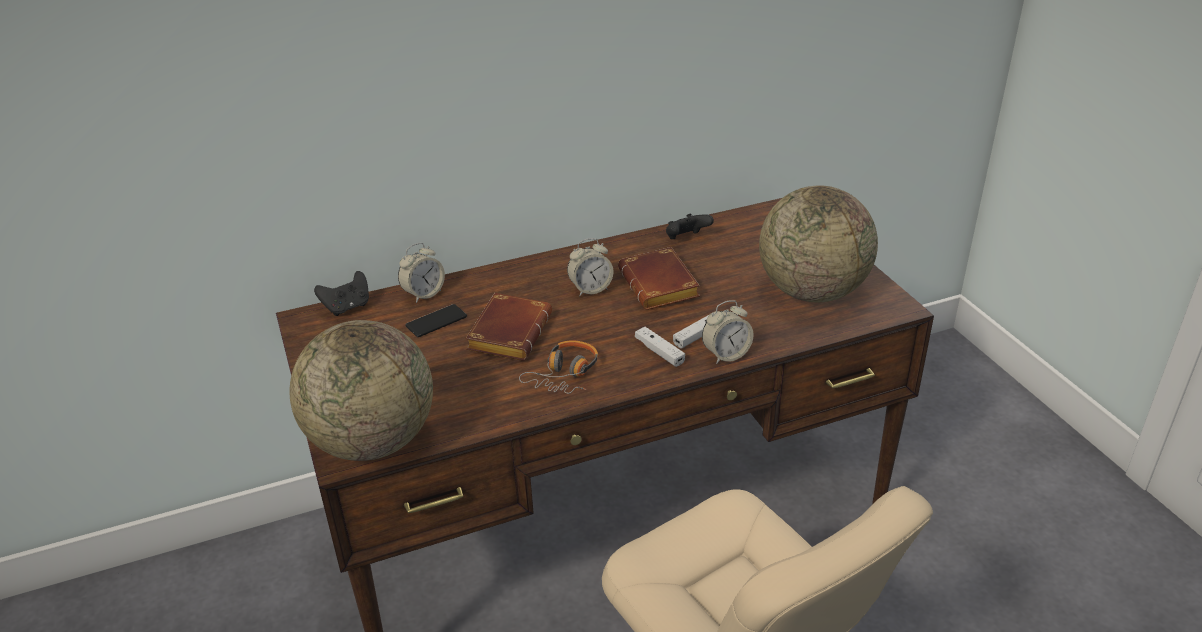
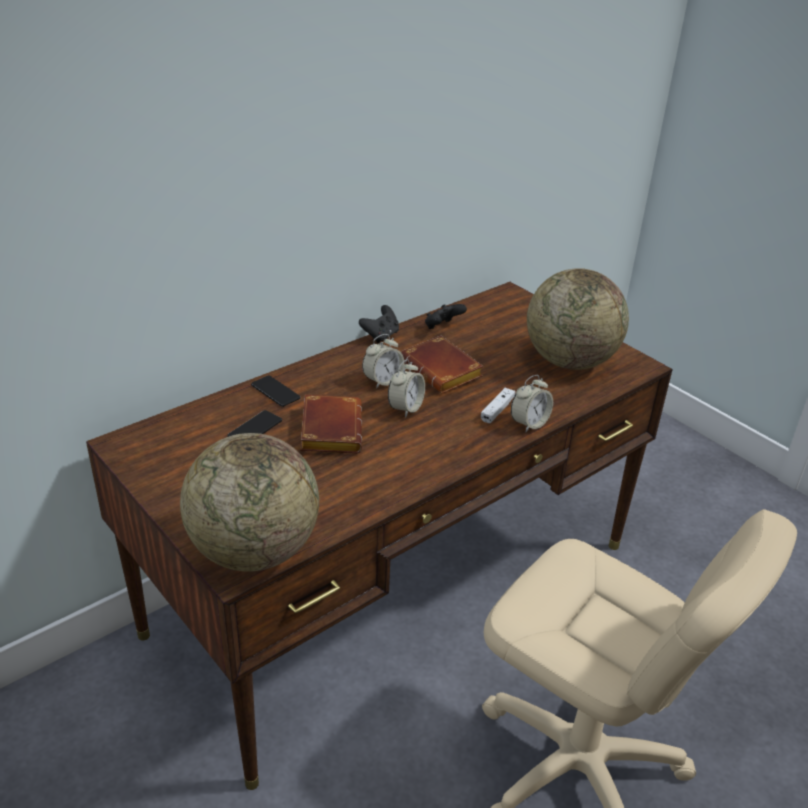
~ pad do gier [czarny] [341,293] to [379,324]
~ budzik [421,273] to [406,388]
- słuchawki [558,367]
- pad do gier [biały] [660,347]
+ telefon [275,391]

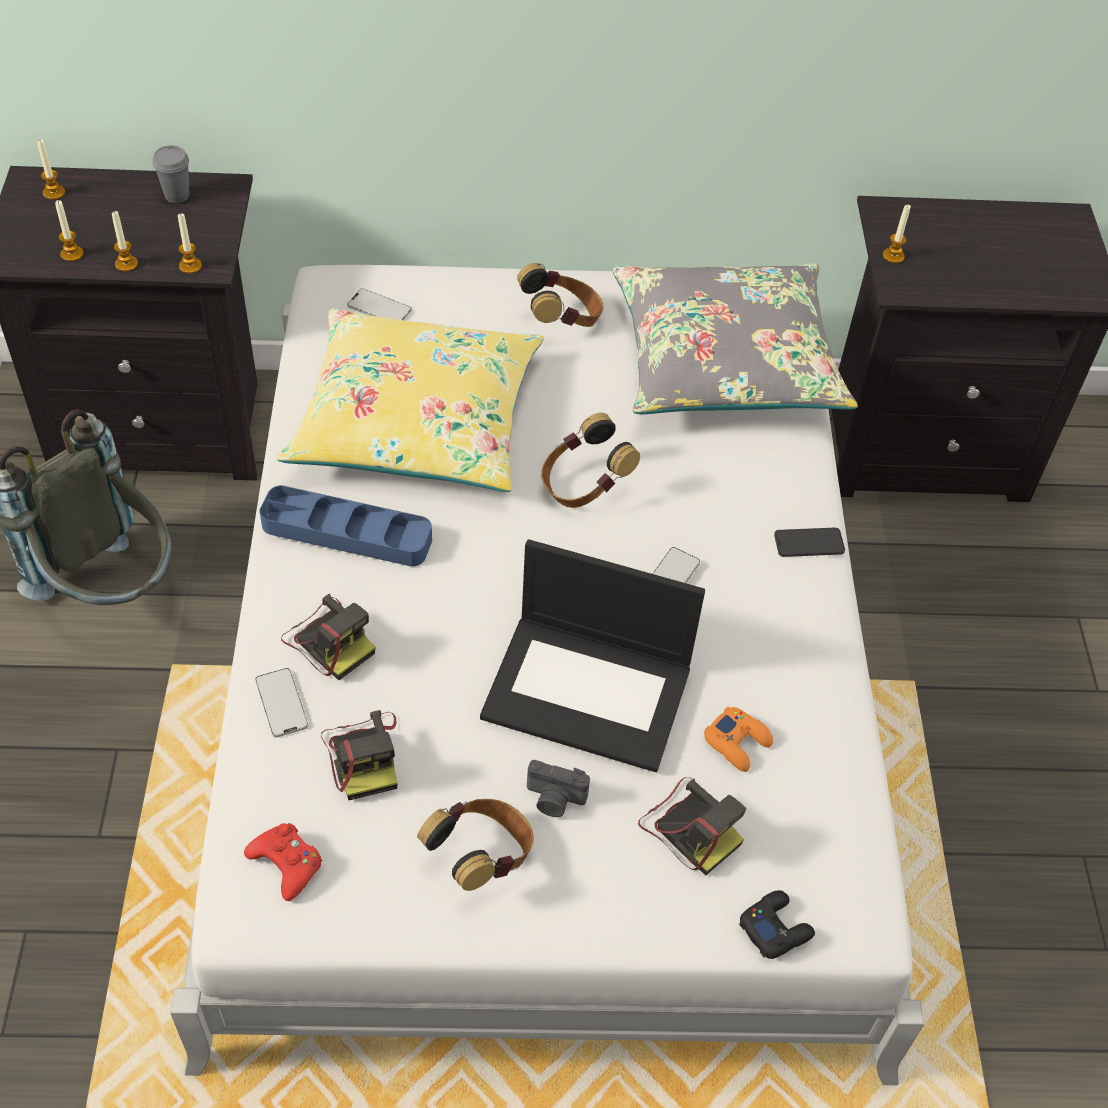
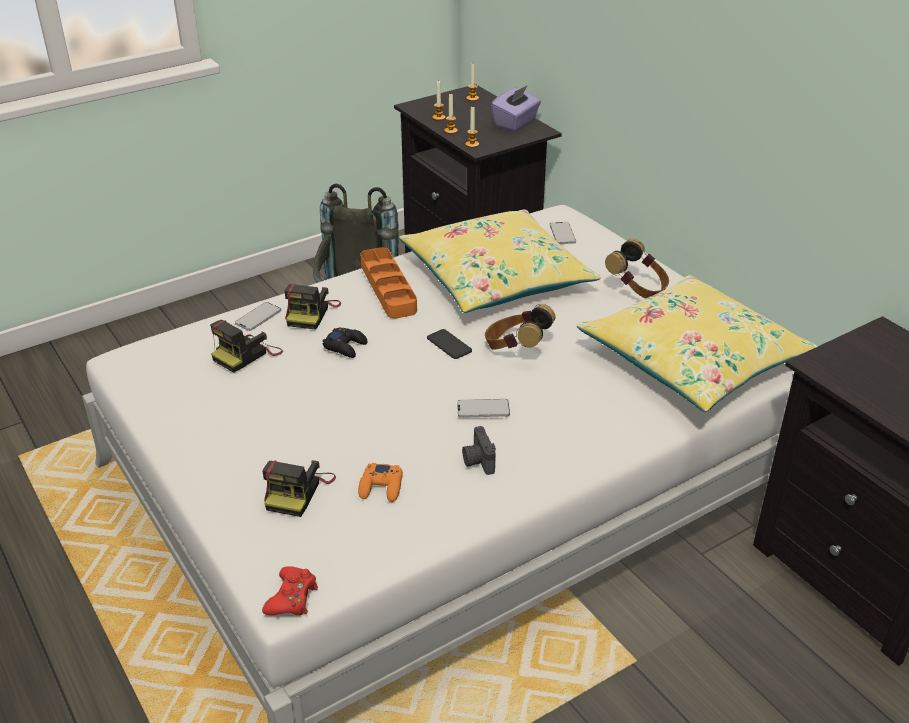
~ filiżanka [szary] [170,174] to pudełko chusteczek [fioletowy] [516,108]
~ pad do gier [czerwony] [283,862] to [290,590]
~ taca [niebieski] [345,526] to taca [pomarańczowy] [389,283]
- słuchawki [475,845]
- laptop [592,655]
~ aparat fotograficzny [558,788] to [479,450]
~ poduszka [szary] [735,338] to poduszka [żółty] [697,343]
~ pad do gier [czarny] [777,924] to [345,343]
~ telefon [809,542] to [449,344]
- świeca [897,234]

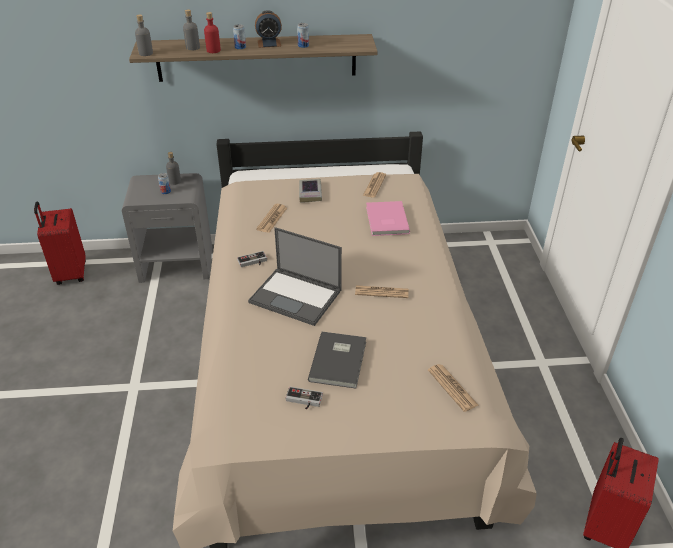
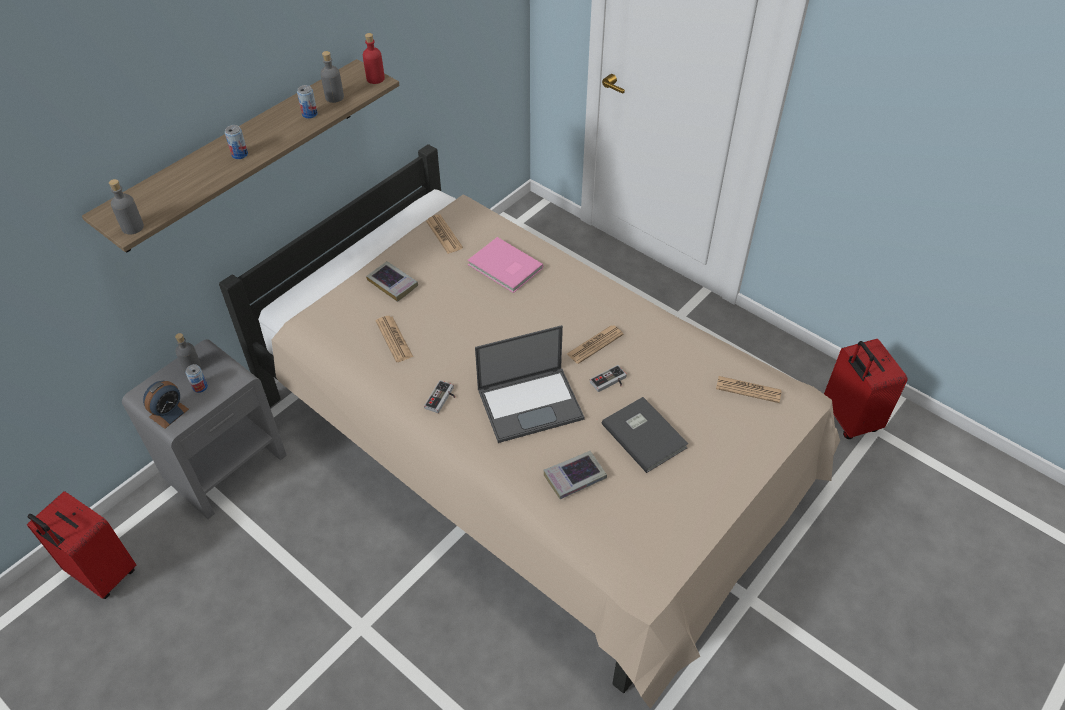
~ butelka [szary] [191,30] to [332,77]
~ butelka [czerwony] [212,32] to [374,58]
~ budzik [268,29] to [166,405]
~ pad do gier [304,398] to [608,378]
+ książka [575,475]

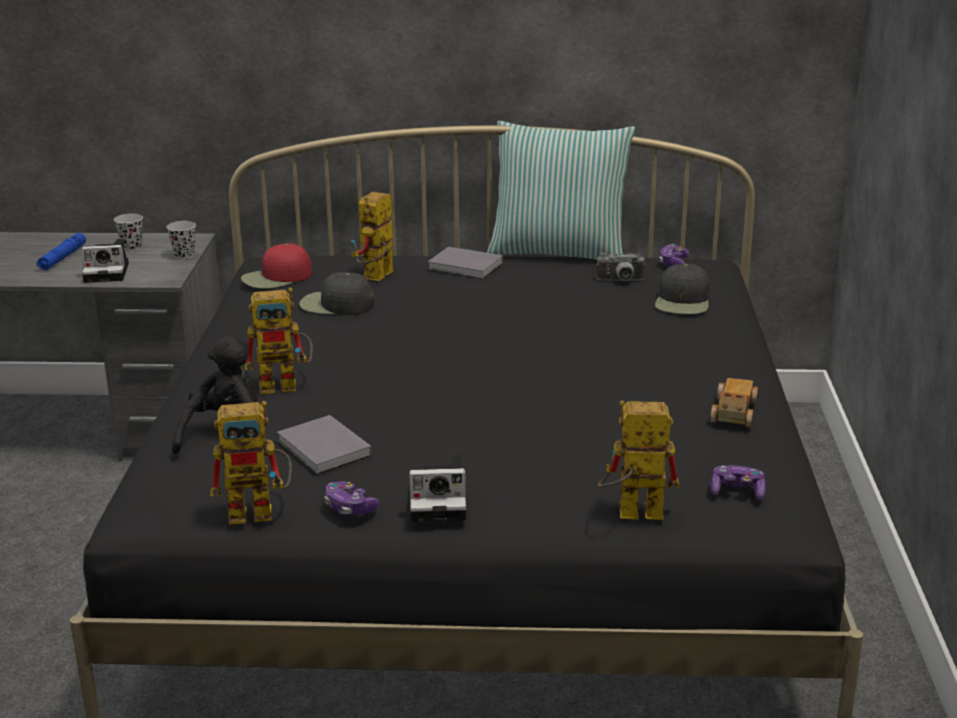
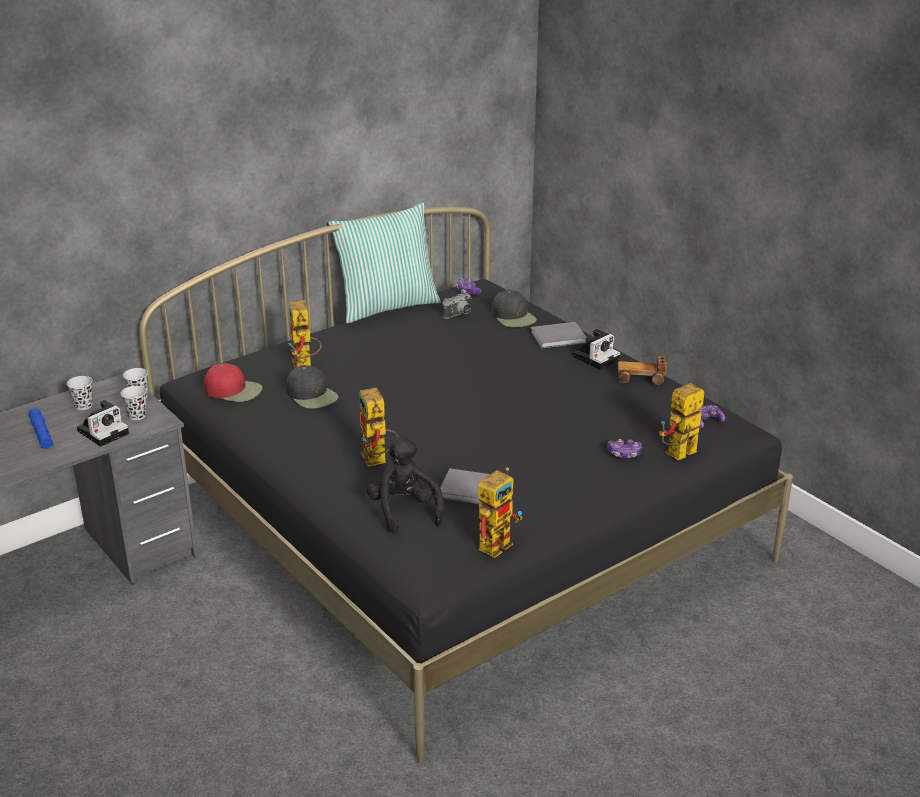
~ czapka z daszkiem [czerwony] [276,266] = [233,382] 90 degrees counterclockwise
~ robot zabawkowy [279,341] = [379,427] 120 degrees clockwise
~ czapka z daszkiem [czarny] [336,293] = [312,387] 105 degrees counterclockwise
~ pad do gier [351,498] to [624,448]
~ aparat fotograficzny [437,488] to [596,349]
~ książka [szary] [465,262] to [559,335]
~ samochodzik [734,403] = [642,370] 60 degrees counterclockwise
+ filiżanka [czarny] [134,403]

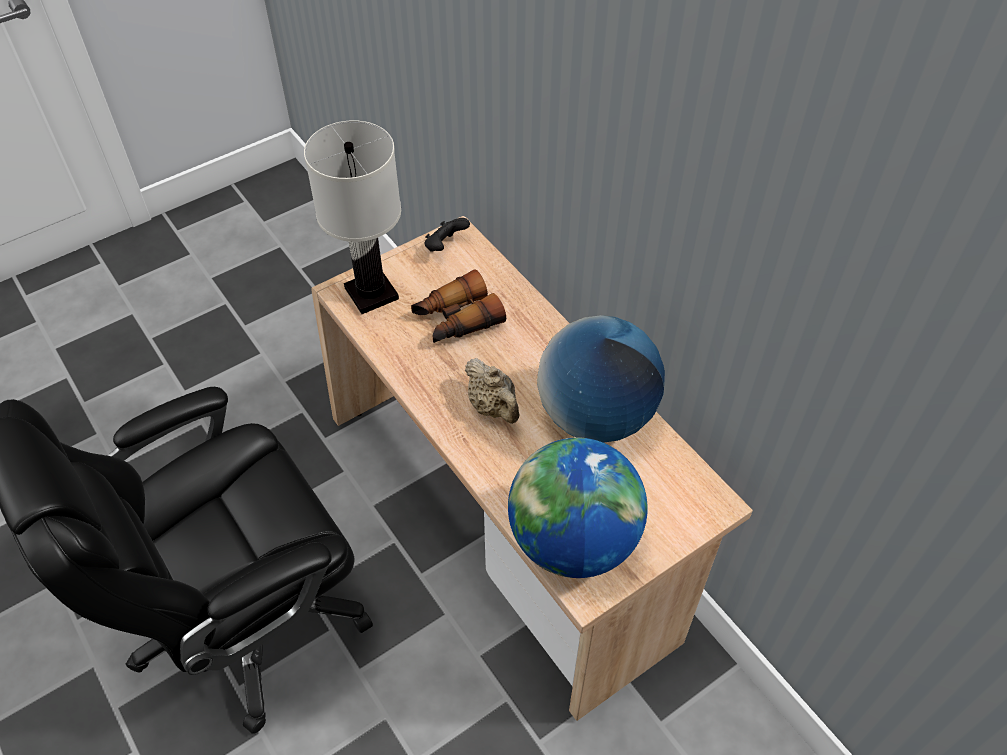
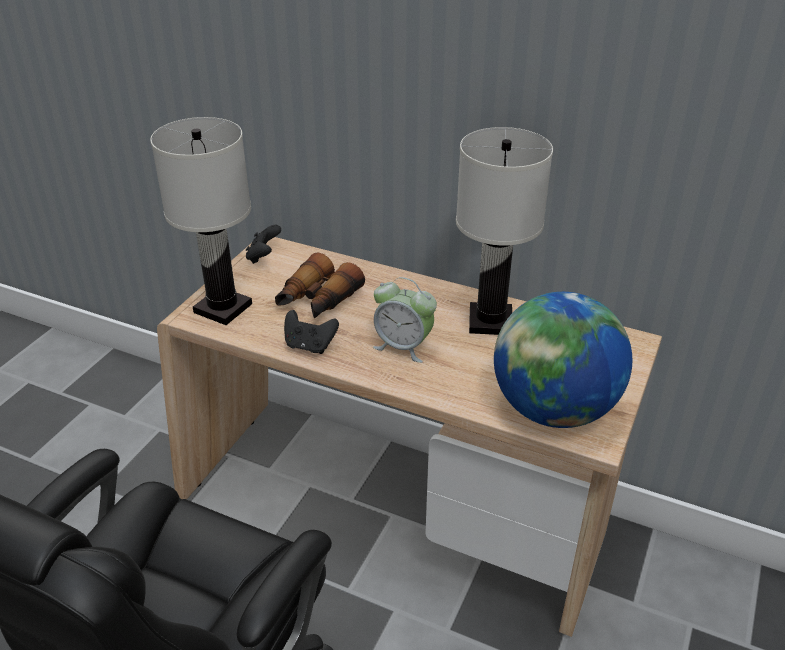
~ imbryk [beżowy] [492,391] to budzik [405,320]
~ globus [601,379] to lampa stołowa [biały] [504,231]
+ pad do gier [czarny] [311,332]

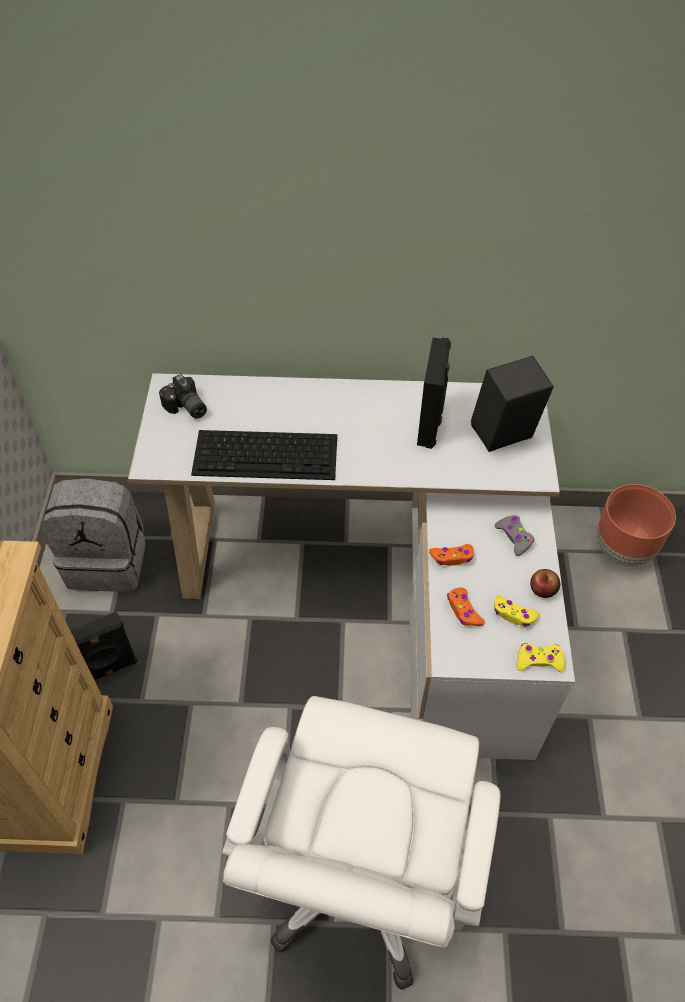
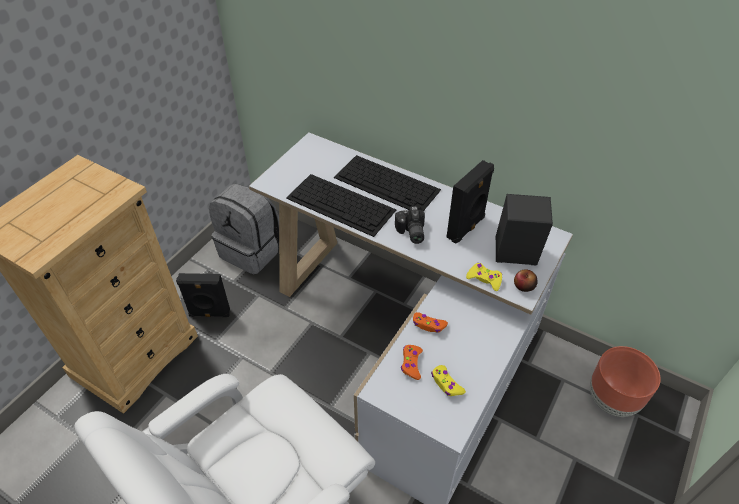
~ aparat fotograficzny [183,396] to [410,225]
- pad do gier [szary] [514,535]
~ pad do gier [żółty] [540,657] to [484,277]
~ jabłko [545,583] to [526,280]
+ klawiatura [387,183]

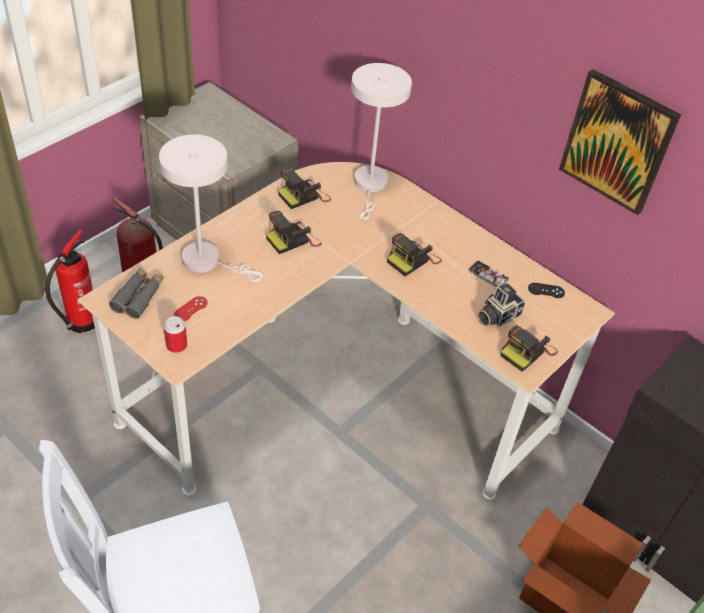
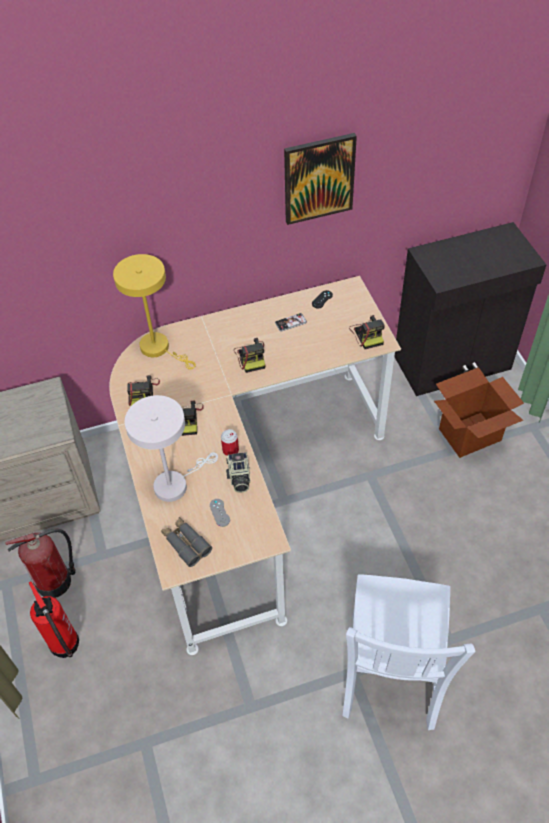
~ puszka [175,334] to [230,442]
~ pad do gier [czerwony] [191,308] to pad do gier [szary] [220,513]
~ lampa stołowa [biały] [381,141] to lampa stołowa [żółty] [154,312]
~ aparat fotograficzny [501,305] to [238,472]

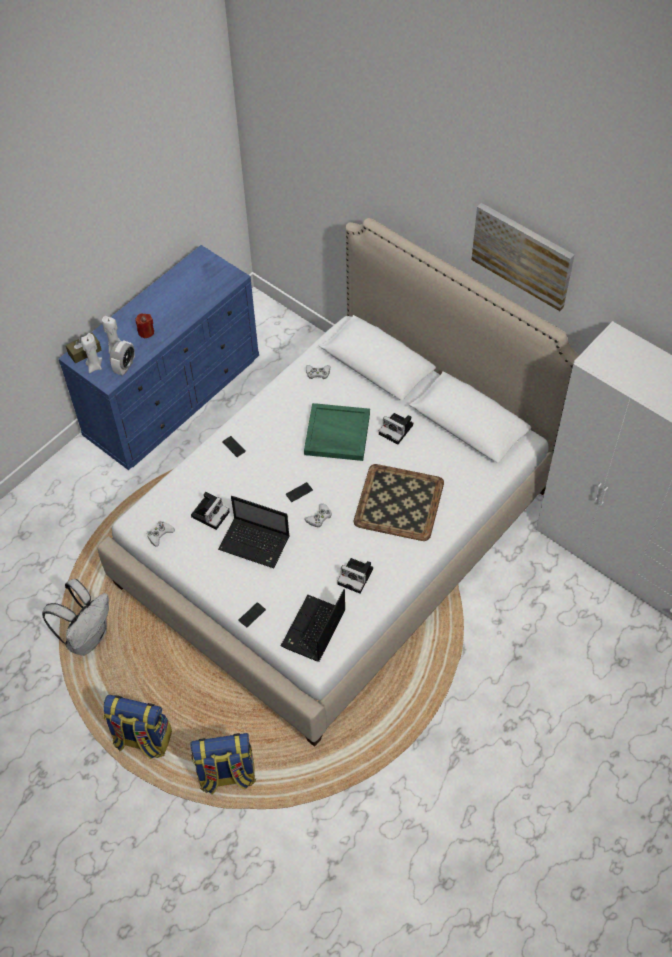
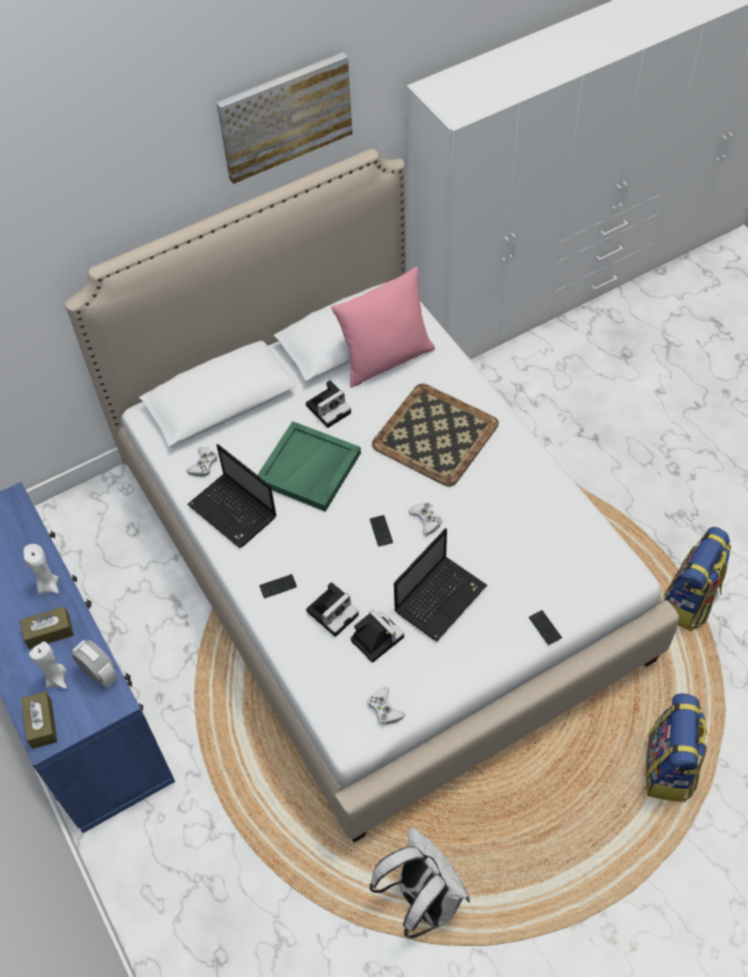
~ świeca [biały] [91,353] to [41,569]
~ plecak [138,727] to [697,579]
~ świeca [czerwony] [144,325] to pudełko chusteczek [brązowy] [47,628]
~ laptop [313,625] to [232,496]
~ aparat fotograficzny [355,576] to [332,609]
+ poduszka [różowy] [383,327]

